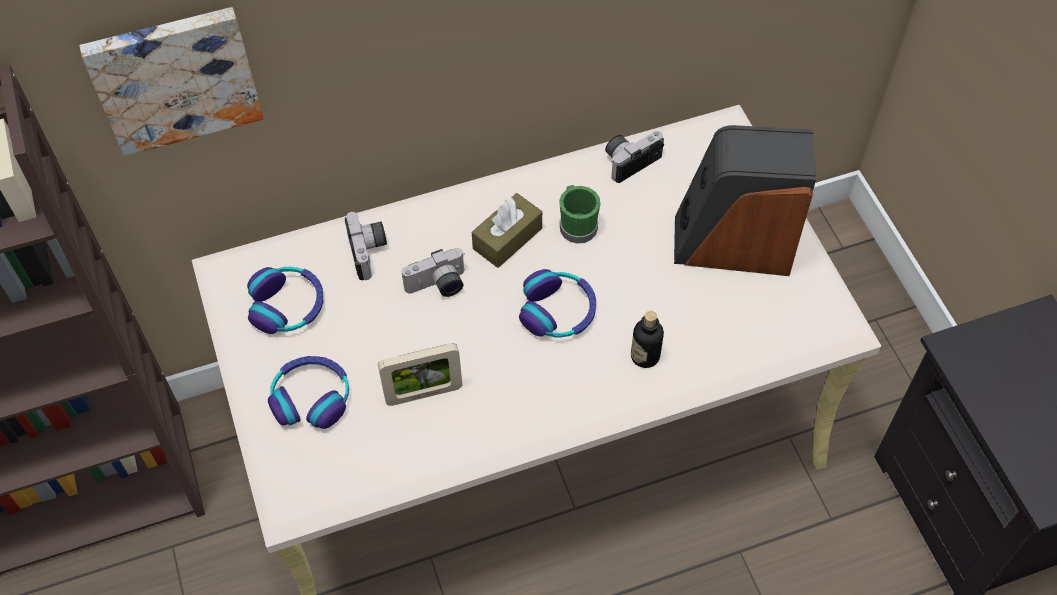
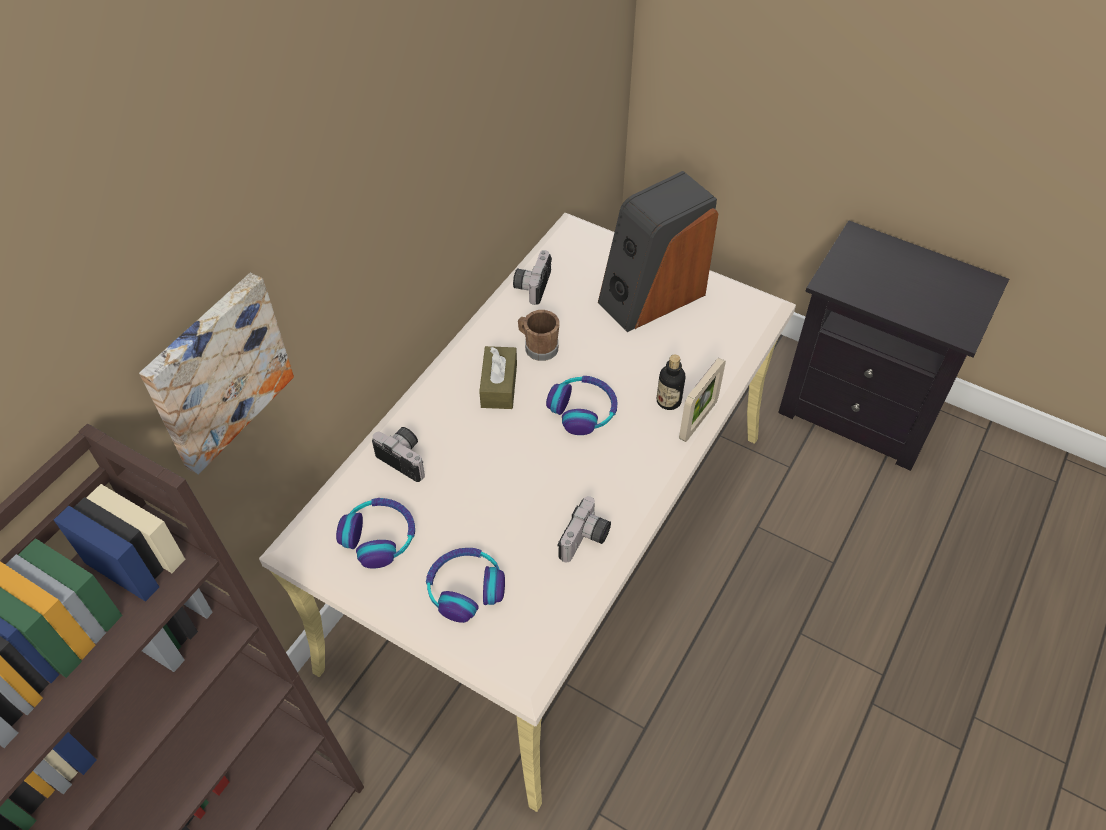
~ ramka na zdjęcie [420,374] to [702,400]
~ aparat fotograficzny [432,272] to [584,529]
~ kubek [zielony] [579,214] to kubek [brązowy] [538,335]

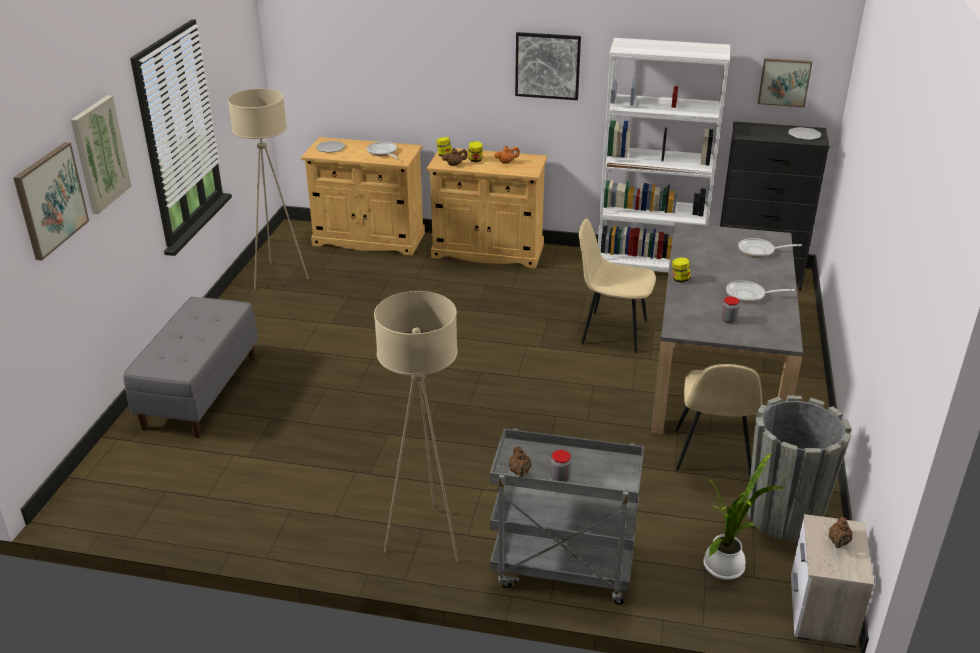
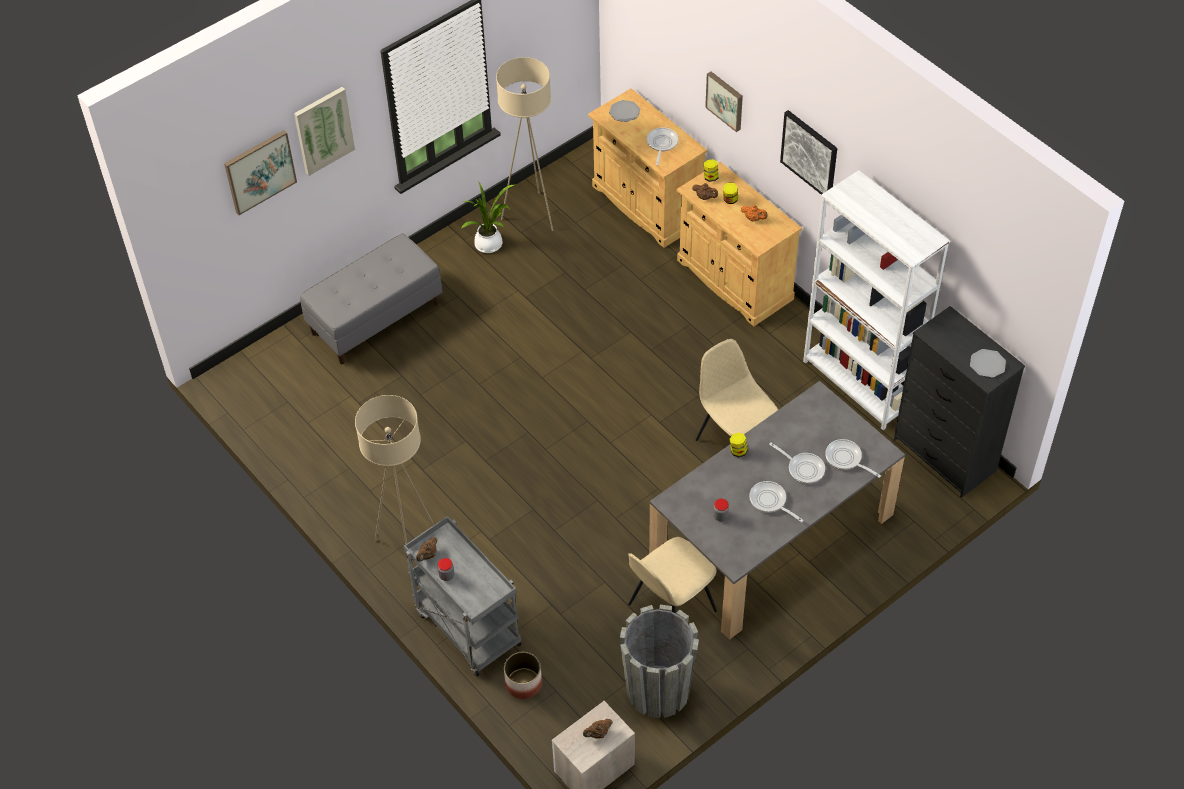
~ roślina doniczkowa [743,516] to [488,217]
~ obraz [785,82] to [724,101]
+ donica [523,675]
+ patelnia [797,463]

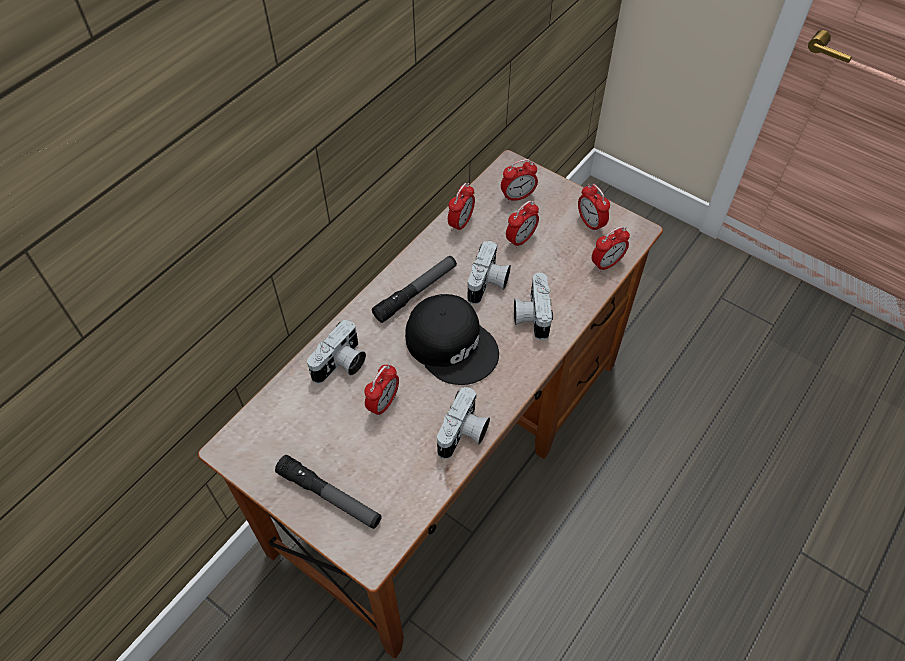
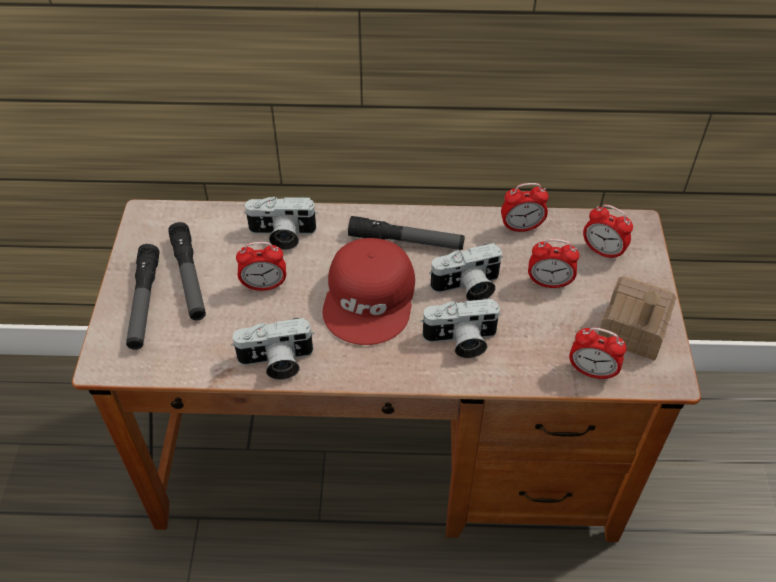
~ czapka z daszkiem [czarny] [452,339] to czapka z daszkiem [czerwony] [369,291]
~ aparat fotograficzny [533,306] = [460,328] 150 degrees counterclockwise
~ budzik [594,208] to domek [637,318]
+ latarka [187,271]

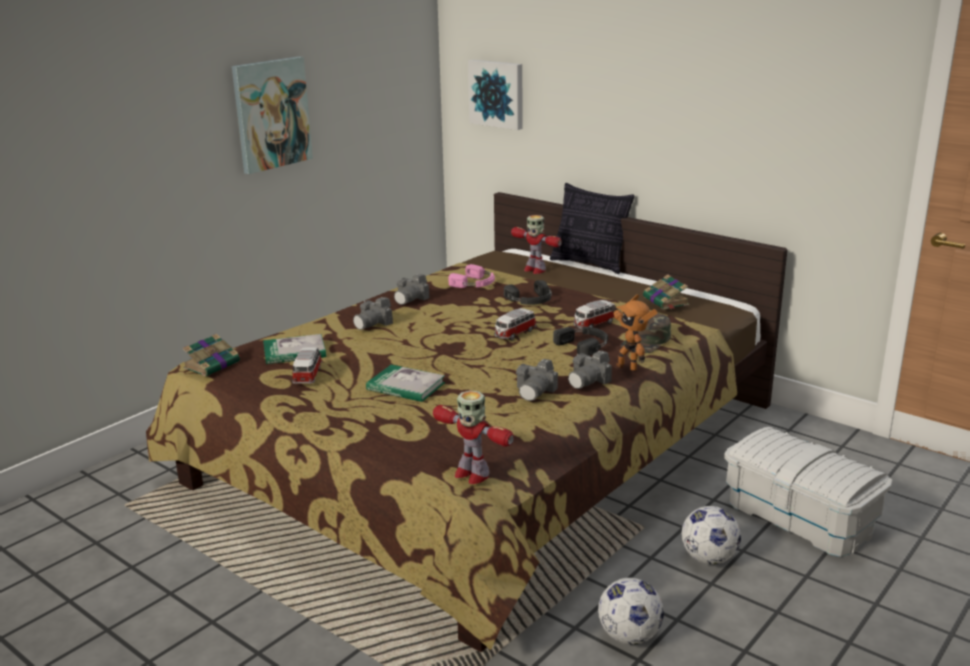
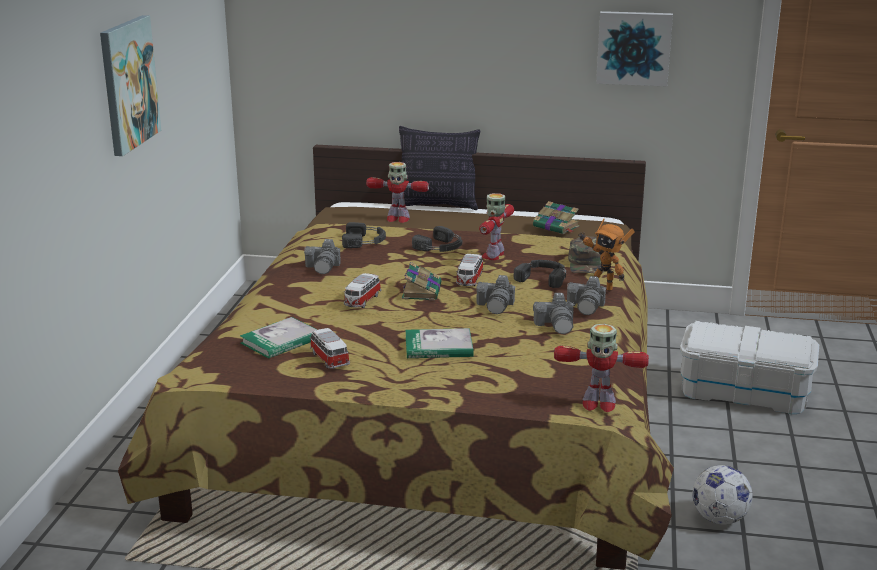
~ książka [212,355] to [422,281]
~ aparat fotograficzny [373,313] to [495,294]
~ słuchawki [różowy] [471,276] to słuchawki [czarny] [364,235]
~ obraz [495,95] to [634,49]
~ samochodzik [594,314] to [362,290]
- piłka futbolowa [711,535]
+ robot zabawkowy [496,226]

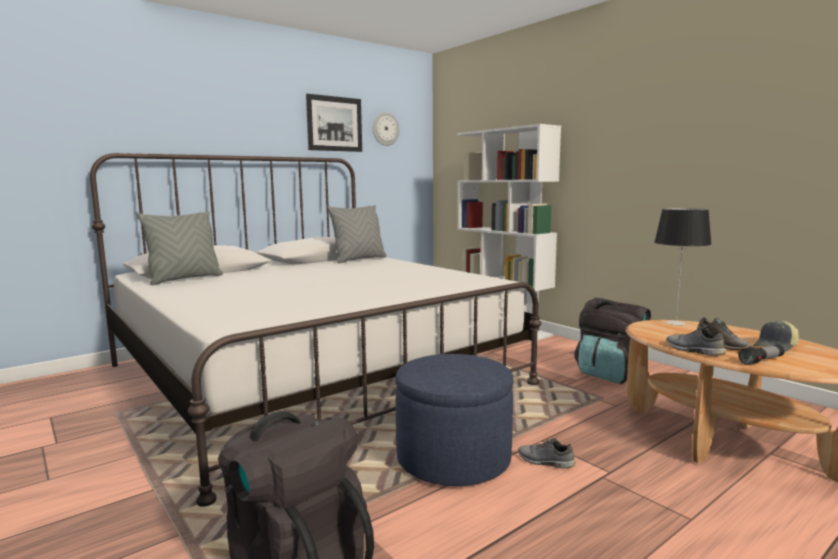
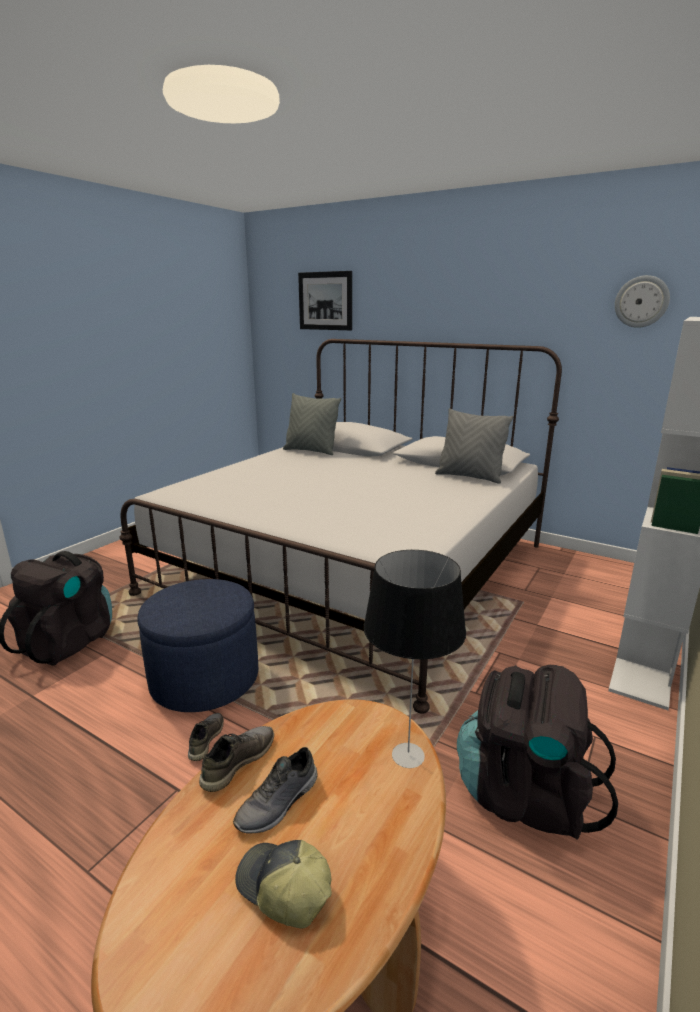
~ obraz [334,123] to [325,300]
- latarka [761,355]

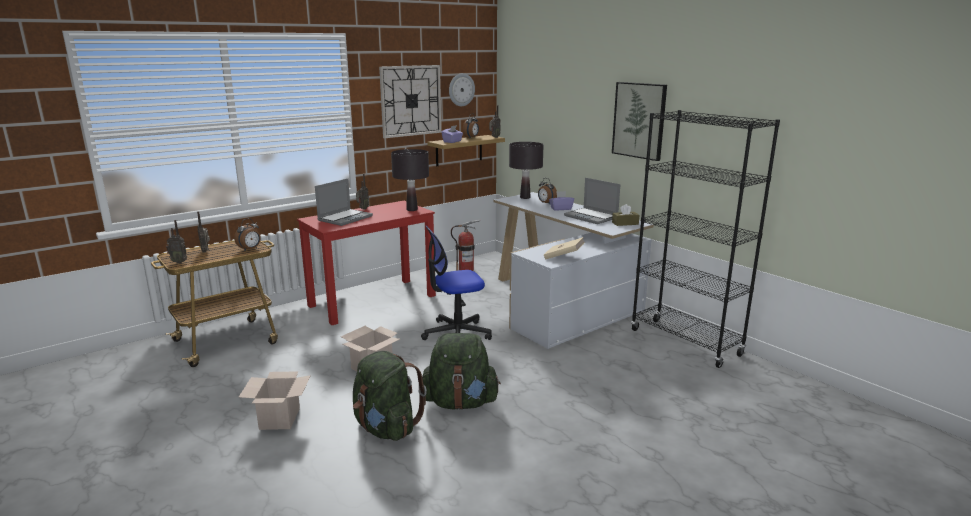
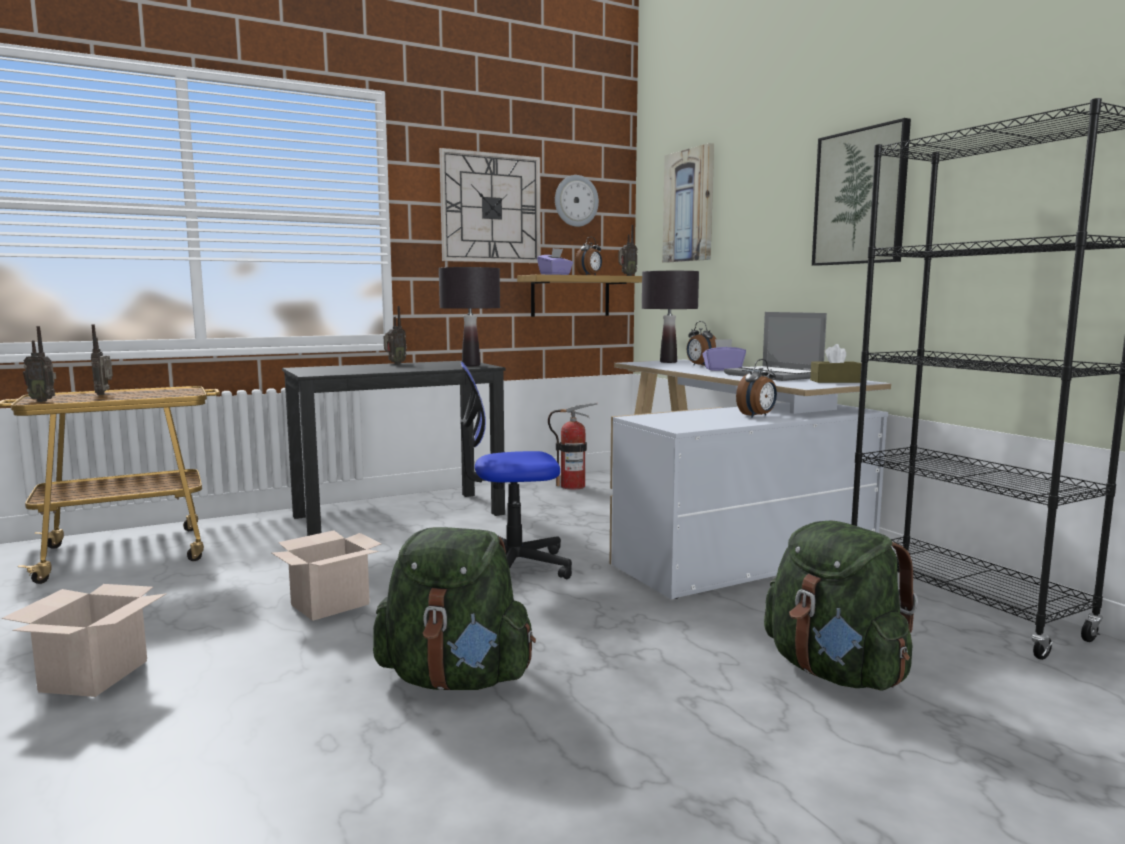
~ budzik [247,234] to [756,388]
~ biurko [czerwony] [366,263] to biurko [czarny] [394,448]
- laptop [344,202]
~ plecak [zielony] [390,396] to [841,605]
- książka [beżowy] [564,248]
+ obraz [688,203]

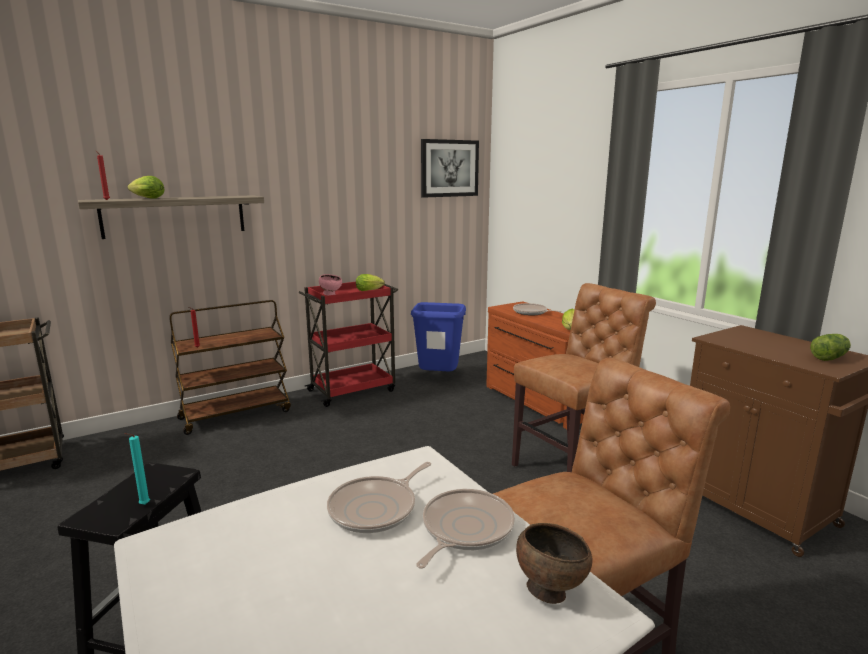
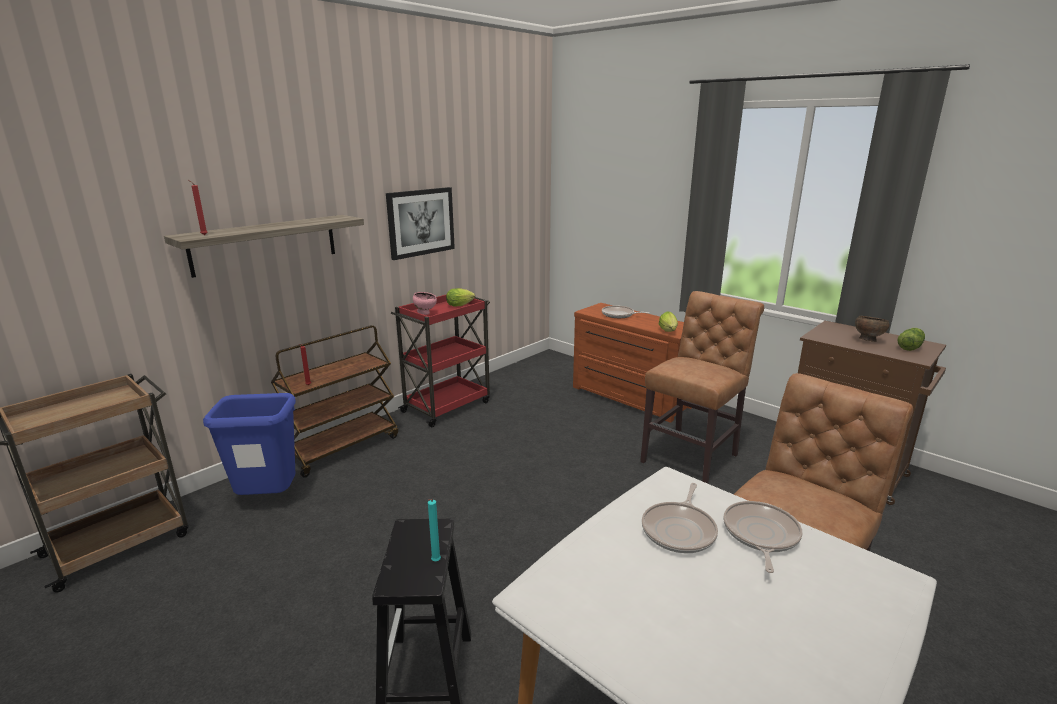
- sałata [146,187]
~ kosz na śmieci [niebieski] [438,337] to [249,444]
~ obraz [450,168] to [420,223]
~ miska [brązowy] [554,563] to [872,329]

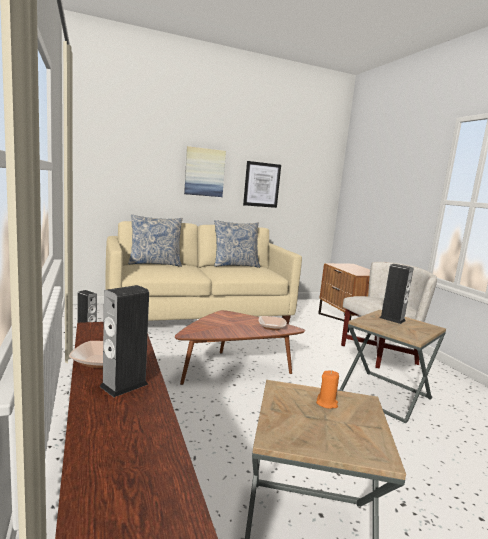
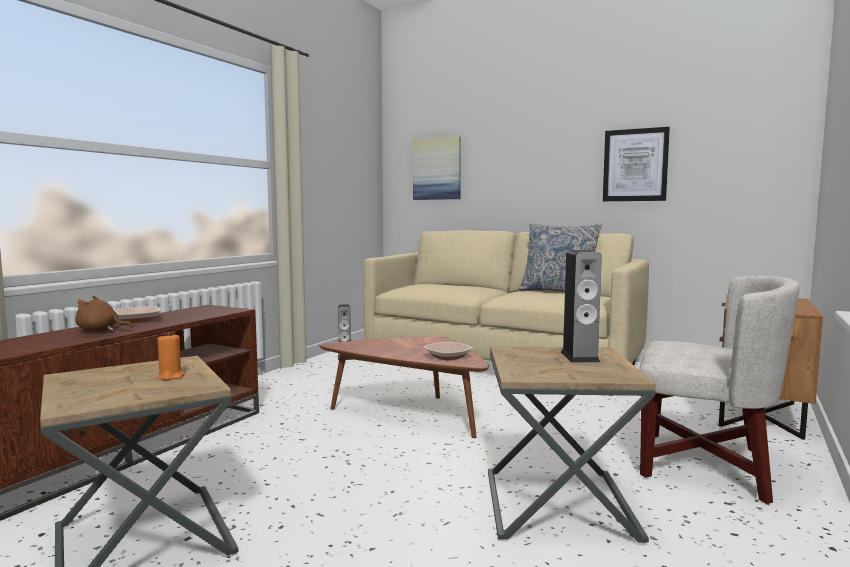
~ głośnik [124,341] to pluszak [brązowy] [104,314]
- poduszka [155,241]
~ obraz [205,171] to [437,168]

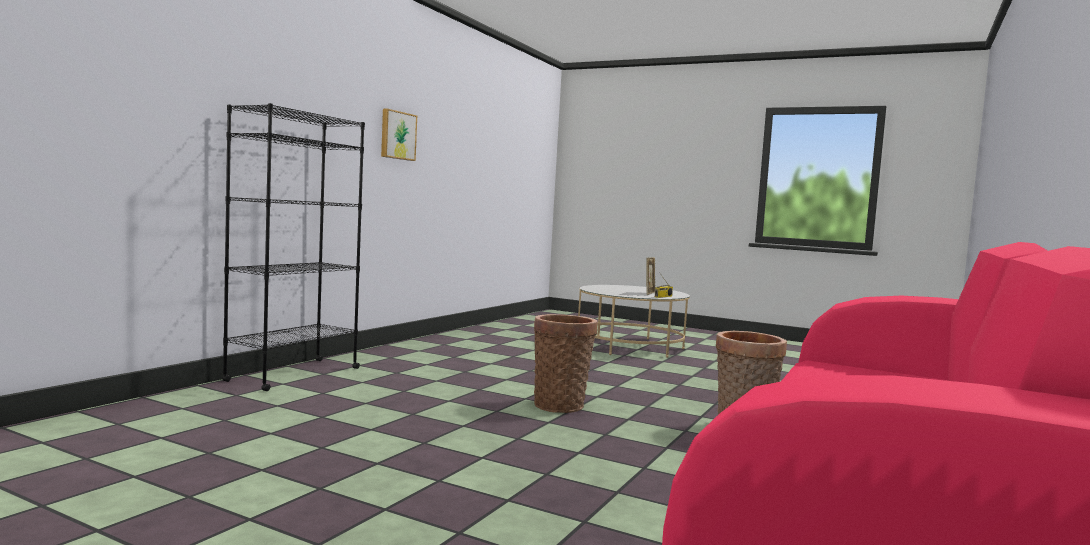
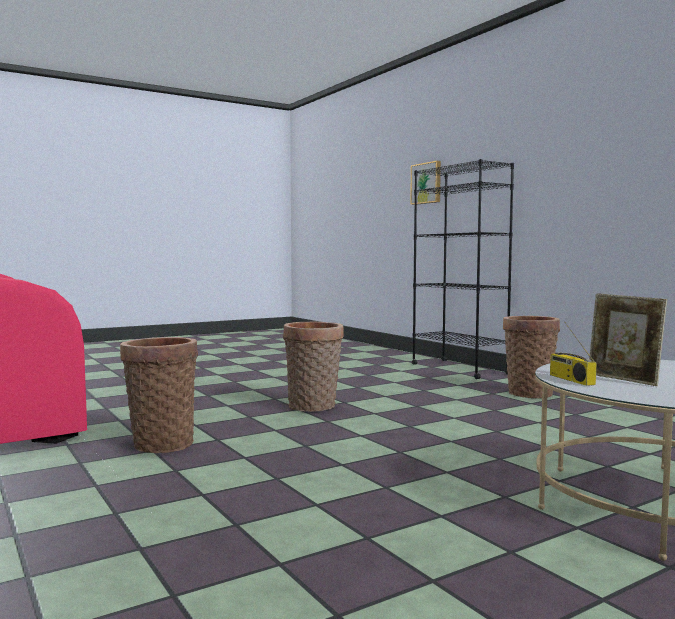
~ obraz [399,135] to [425,183]
+ koszyk [531,357]

